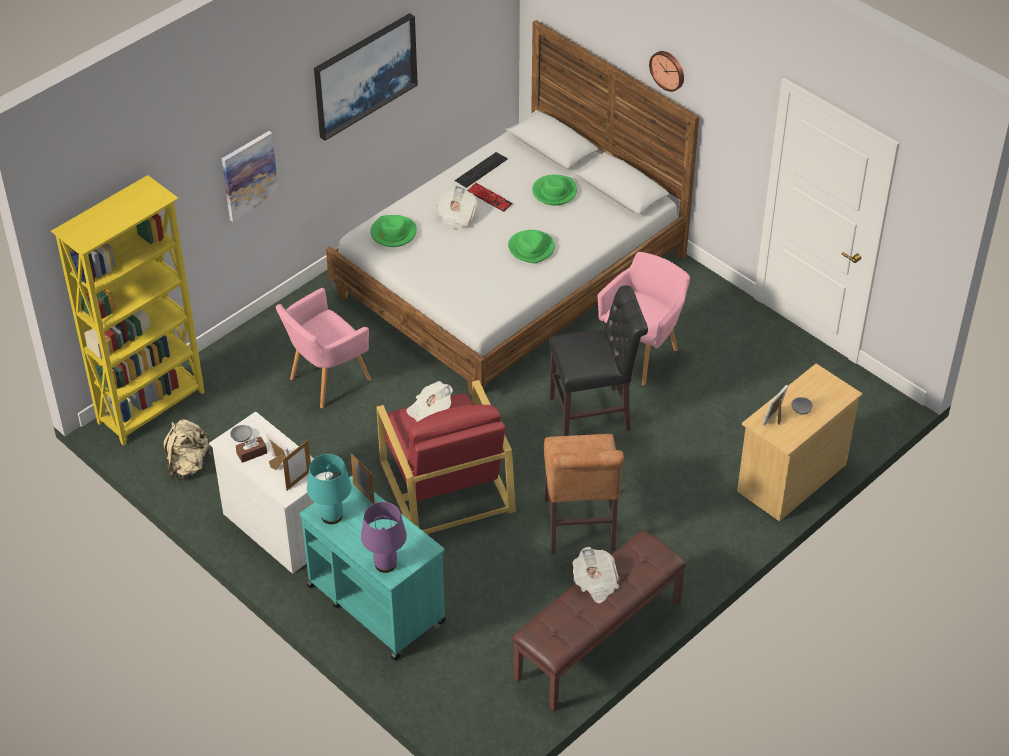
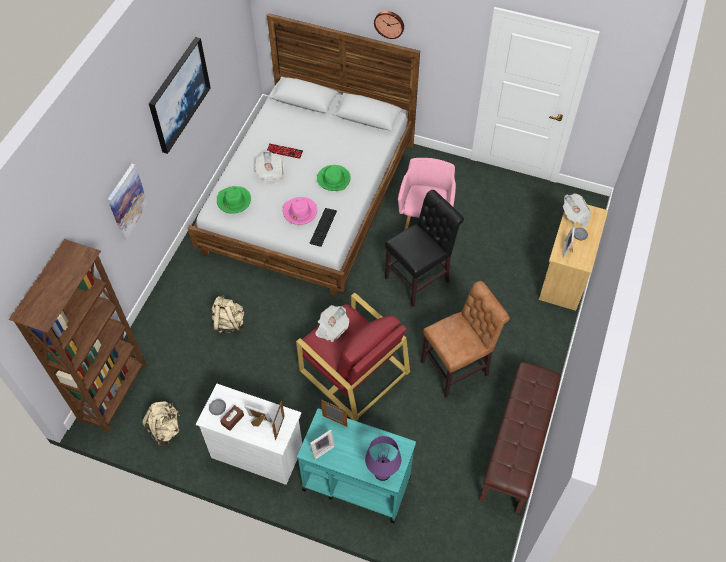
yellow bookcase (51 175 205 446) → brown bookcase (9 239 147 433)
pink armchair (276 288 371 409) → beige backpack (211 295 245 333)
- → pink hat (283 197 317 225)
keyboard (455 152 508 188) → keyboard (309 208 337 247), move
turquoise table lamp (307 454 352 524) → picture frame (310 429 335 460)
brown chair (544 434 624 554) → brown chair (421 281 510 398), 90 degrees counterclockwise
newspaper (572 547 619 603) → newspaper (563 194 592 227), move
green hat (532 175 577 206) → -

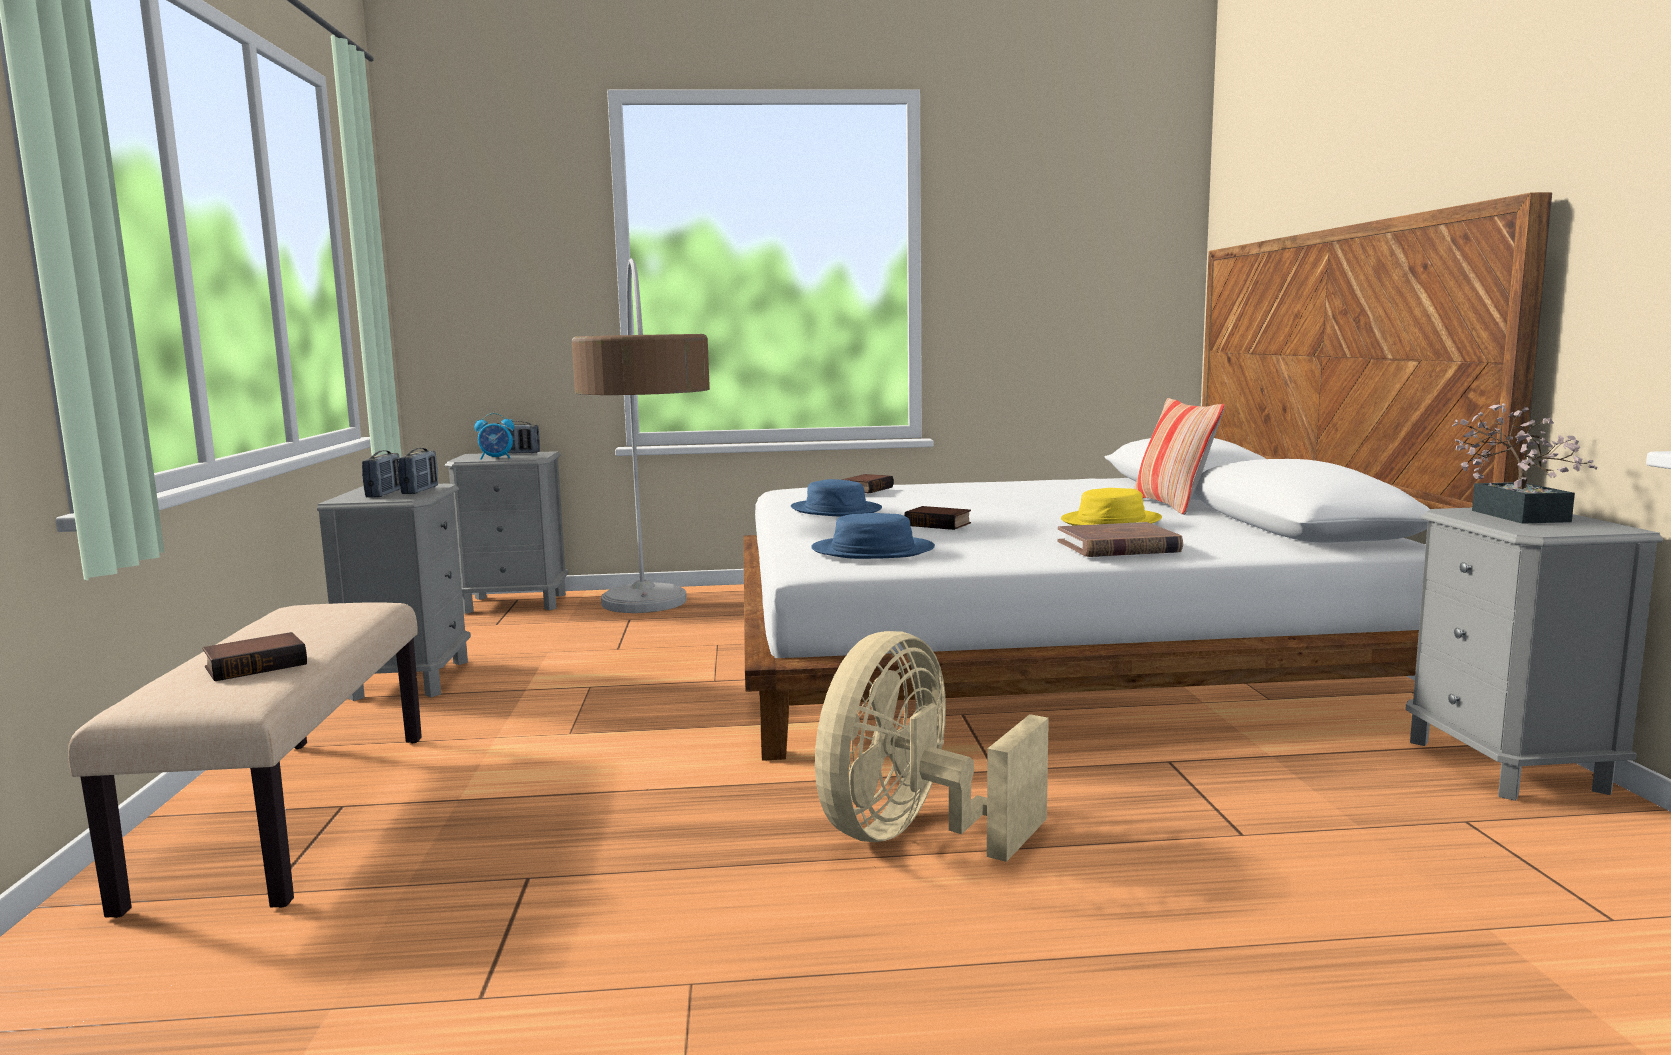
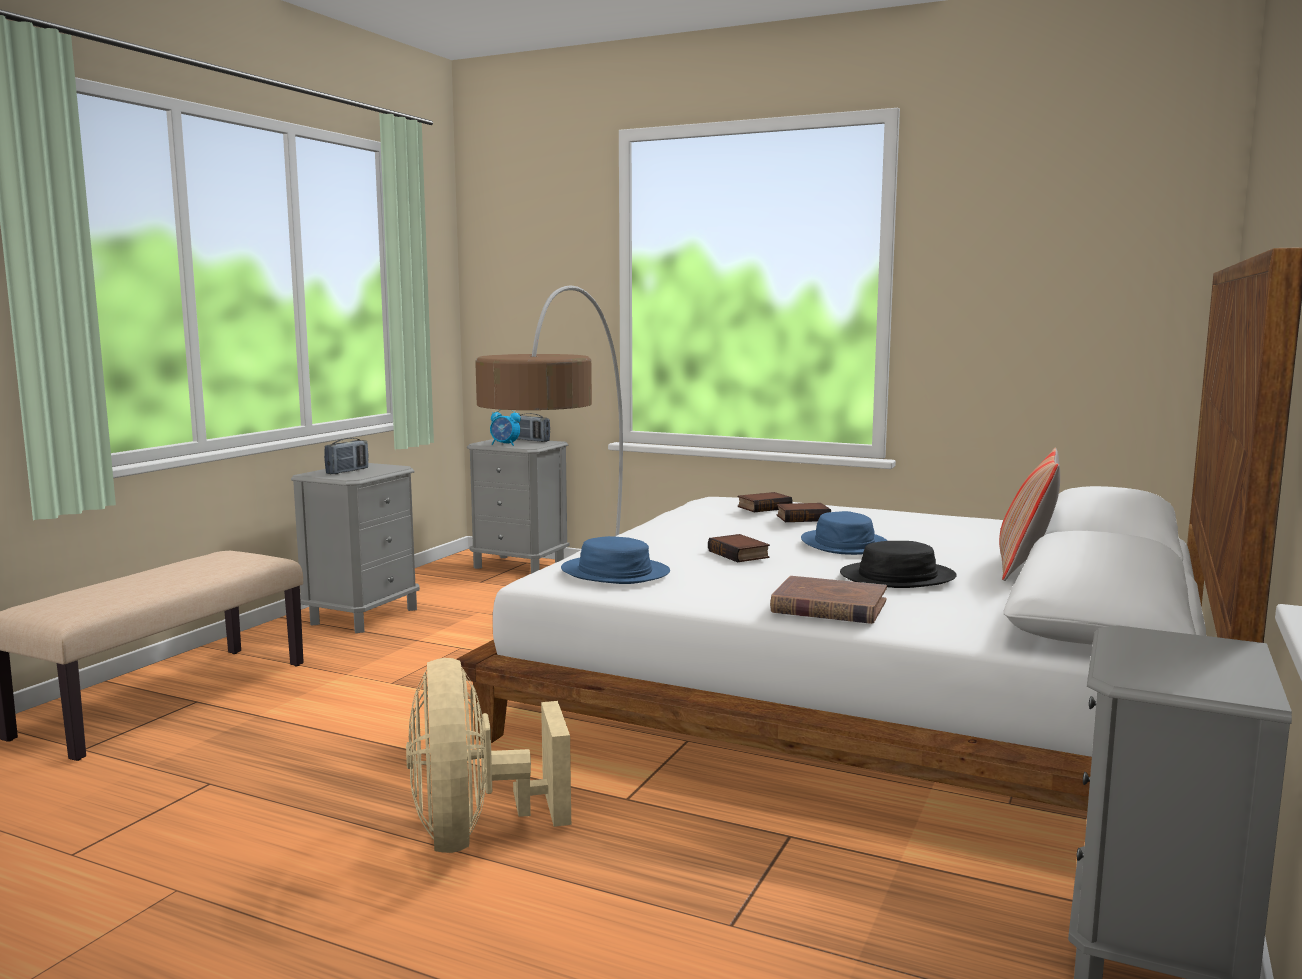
beige fan (815 631 1049 862) → beige fan (406 658 571 853), 75 degrees counterclockwise
book (202 632 307 681) → book (776 503 831 522), move
blue hat (791 479 882 516) → blue hat (801 511 888 555), move
yellow hat (1061 488 1162 526) → black hat (840 541 957 588)
radio (398 448 438 494) → -
potted plant (1451 403 1597 524) → -

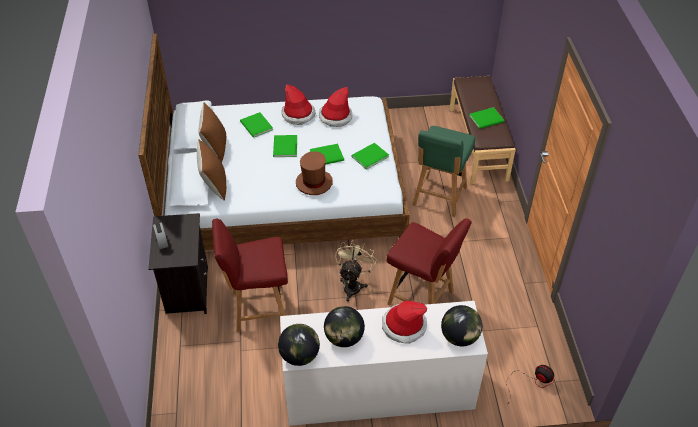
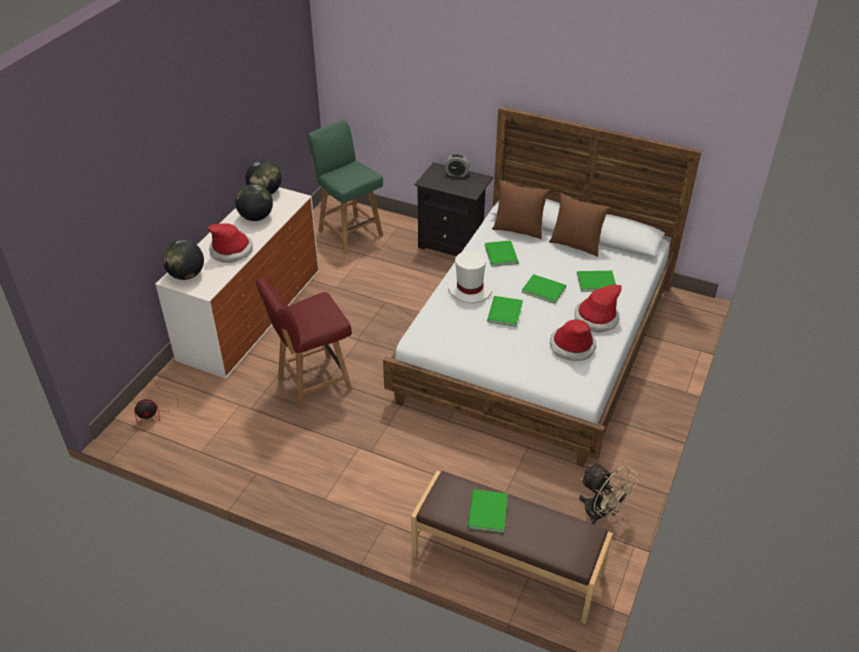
green chair (412 126 475 217) → green chair (307 120 383 254), move
brown hat (296 151 333 195) → white hat (448 251 492 304)
green book (351 143 389 170) → green book (485 240 518 266), move
beige fan (335 240 377 302) → beige fan (579 464 639 525), move
red chair (212 219 288 332) → -

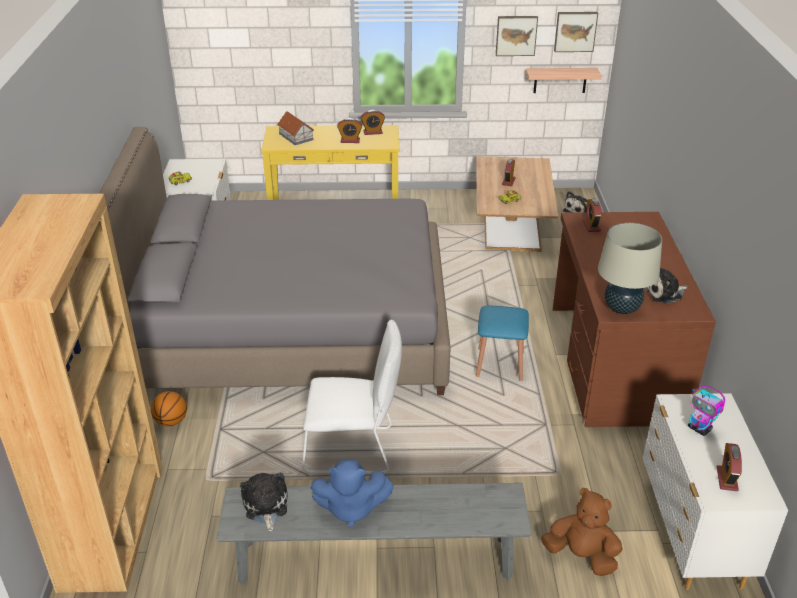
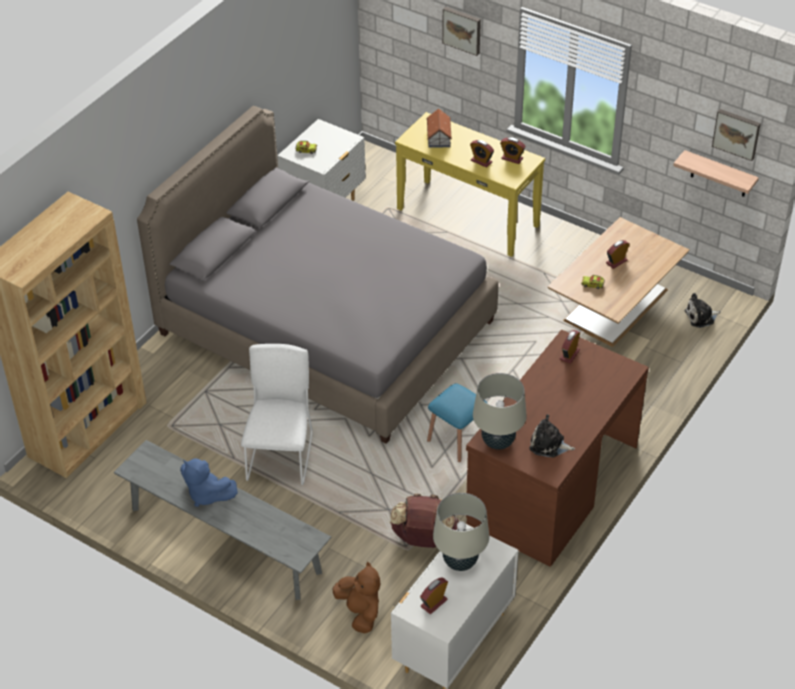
white chair (302 320 402 474) → white chair (241 344 313 485), 120 degrees counterclockwise
- → brown backpack (390 493 459 548)
toy robot (688 386 725 436) → beige table lamp (433 493 489 571)
picture (496 16 538 56) → picture (442 7 481 56), move
basketball (151 391 187 427) → -
plush toy (240 473 288 532) → -

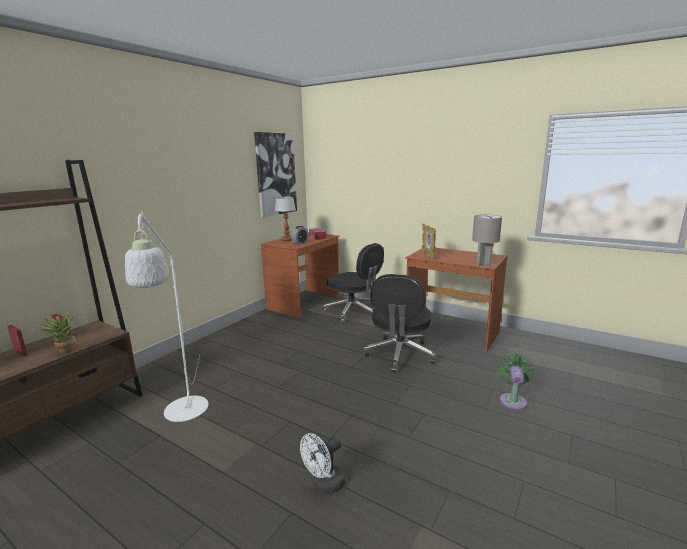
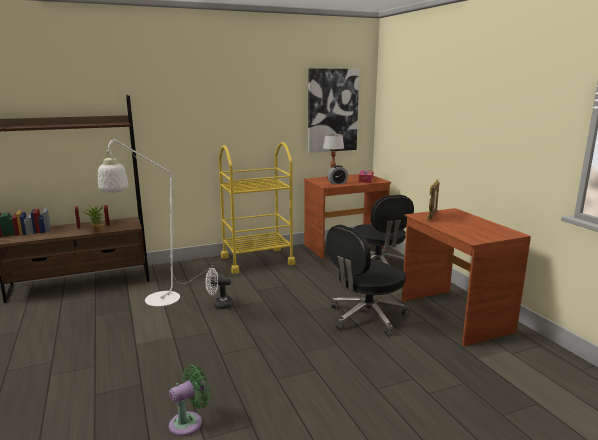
green fan (497 354 534 410) → green fan (169 365 210 436), move
white fan (300 433 345 494) → white fan (205 268 234 309), move
- → yellow cart (219 142 295 274)
grey table lamp (472 215 502 266) → -

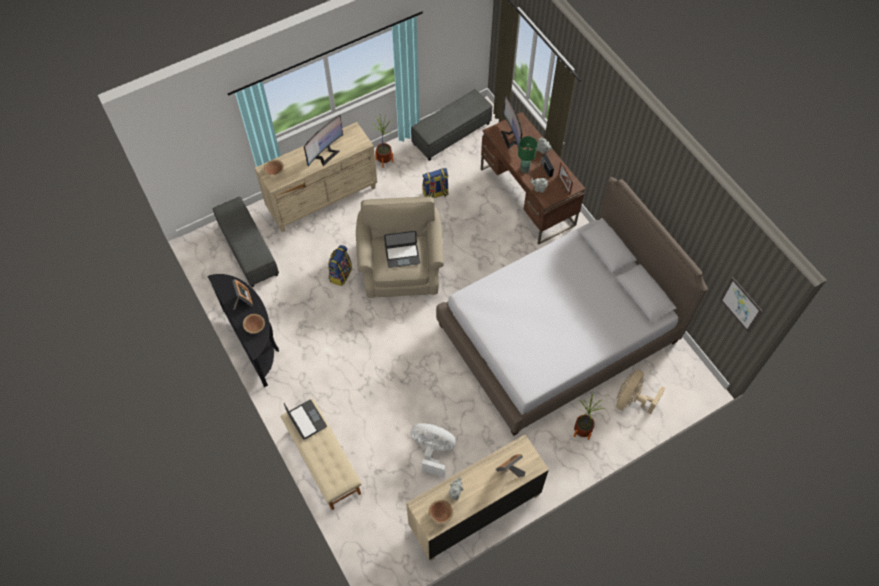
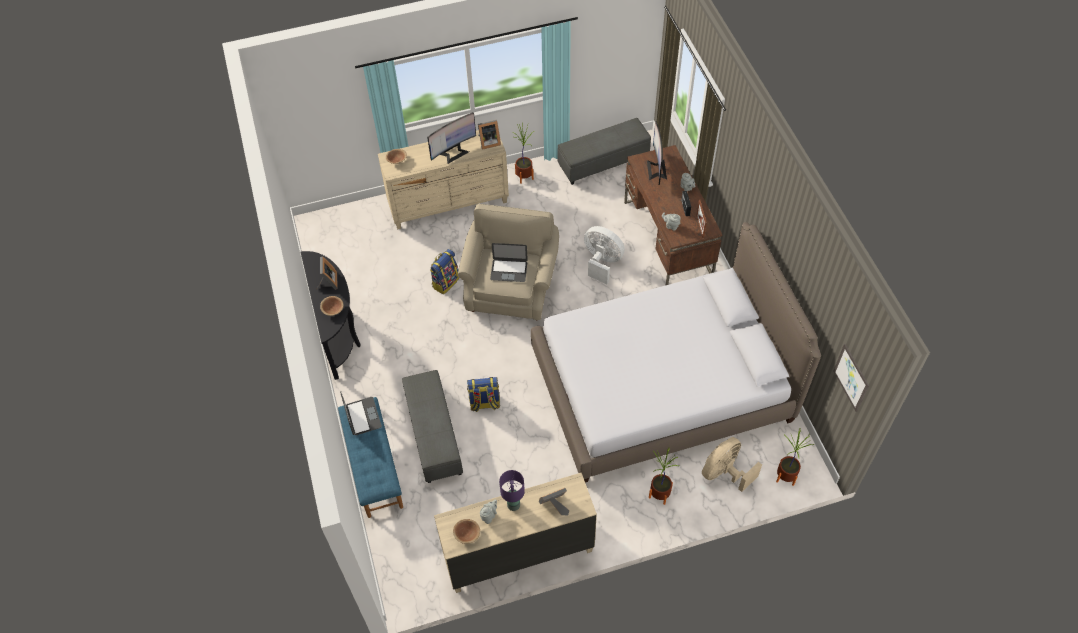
beige bench (281 399 362 510) → blue bench (338 397 403 518)
grey ottoman (213 197 279 287) → grey ottoman (402 370 463 483), move
backpack (422 168 449 198) → backpack (467 377 500 412), move
- → picture frame (478 120 501 150)
- → purple table lamp (499 470 525 511)
white fan (411 423 455 477) → white fan (584 226 625 284), move
- → potted plant (776 428 814 486)
green table lamp (518 136 537 173) → -

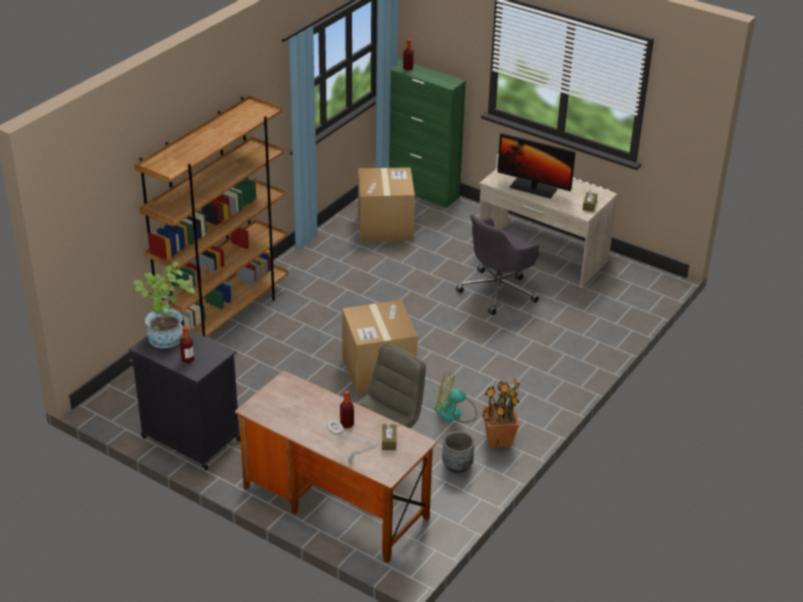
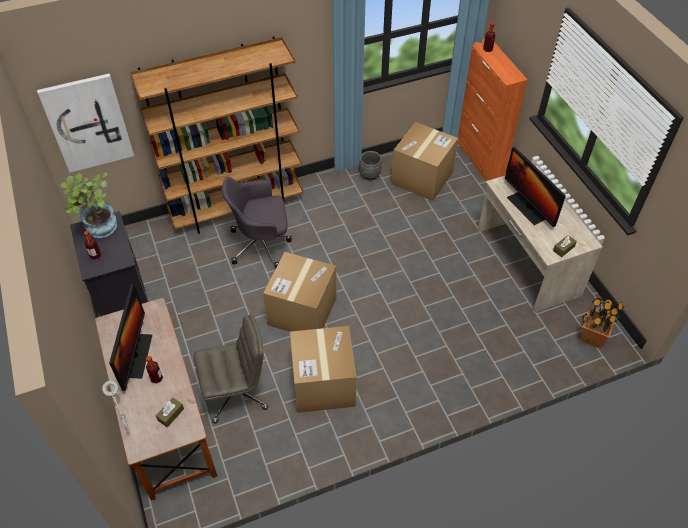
- → picture (37 74 134 173)
- → monitor (109 284 152 391)
grey office chair (456 215 539 315) → grey office chair (222 177 292 269), move
fan (434 371 477 423) → cardboard box (290 326 356 413)
grey planter (442 431 475 473) → grey planter (359 151 382 180), move
green cabinet (389 59 466 208) → orange cabinet (458 38 528 181)
potted plant (482 378 520 448) → potted plant (581 297 625 348), move

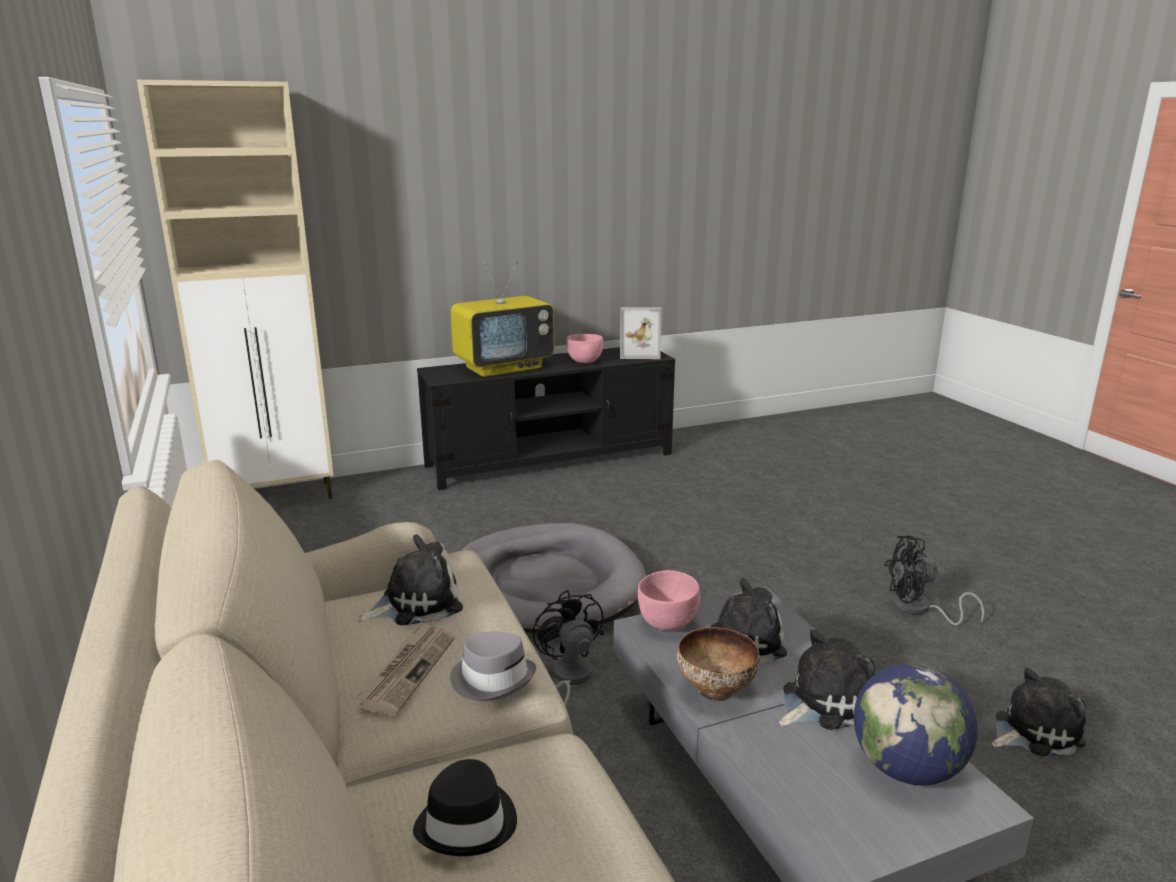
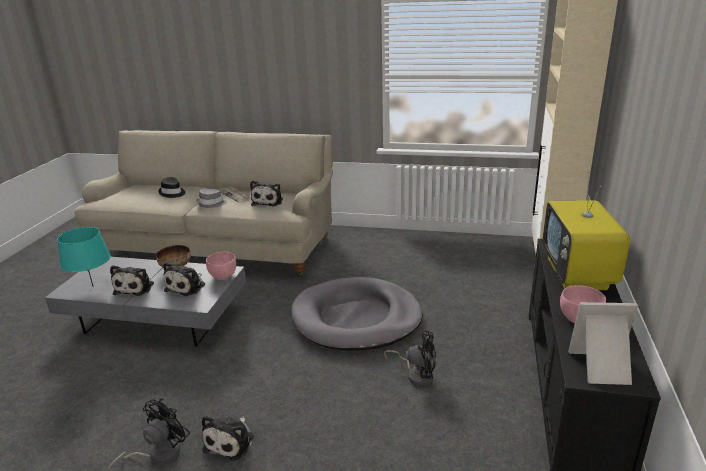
globe (854 663 978 785) → turquoise table lamp (57 227 111 287)
plush toy (992 668 1086 756) → plush toy (202 415 254 461), move
black fan (533 590 604 707) → black fan (384 331 436 386), move
picture frame (620 307 661 359) → picture frame (568 302 638 385), 60 degrees clockwise

